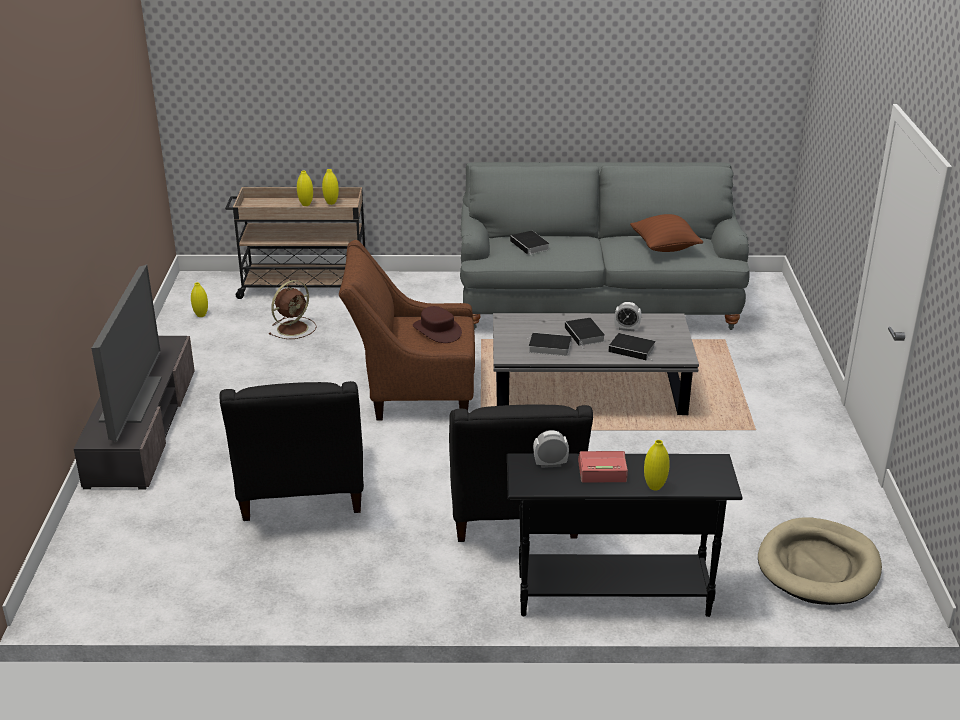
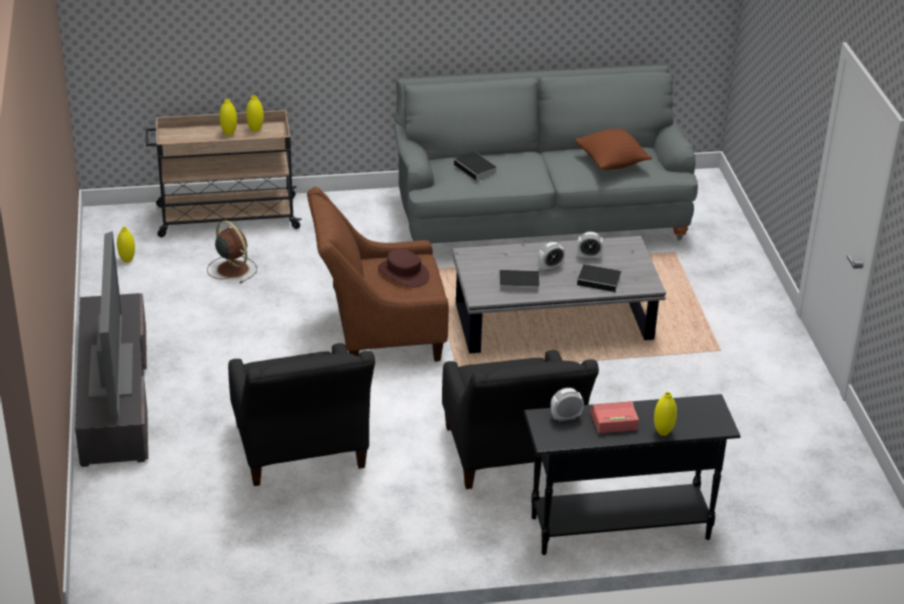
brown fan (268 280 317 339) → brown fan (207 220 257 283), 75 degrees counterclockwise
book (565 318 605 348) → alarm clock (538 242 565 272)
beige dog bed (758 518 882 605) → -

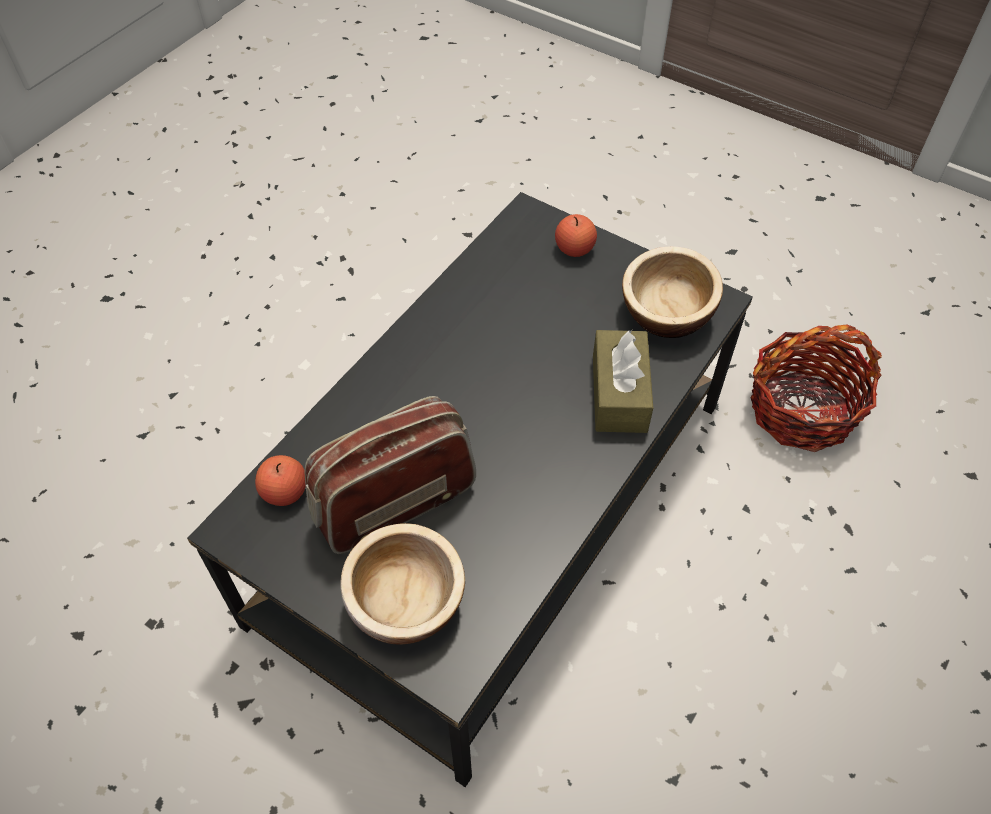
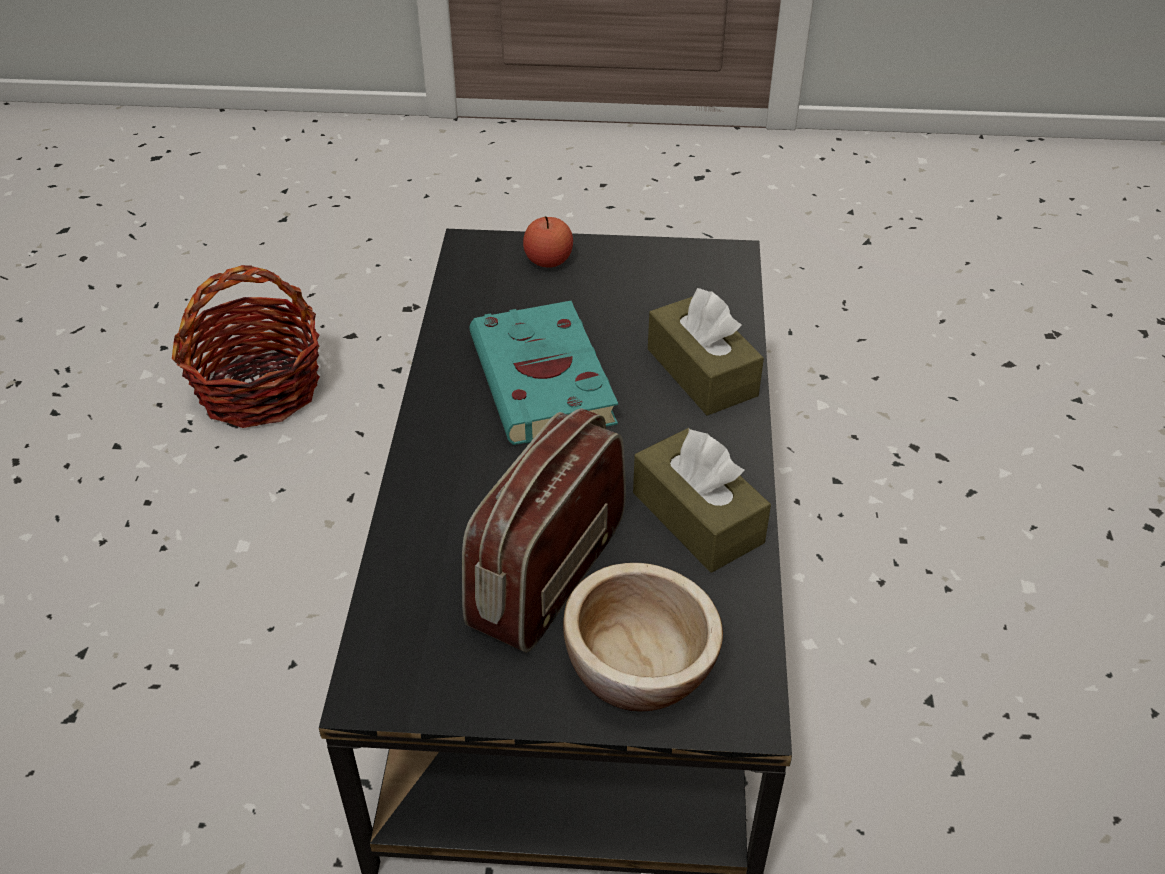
basket (750 325 882 452) → basket (172 265 320 428), move
- → turquoise book (470 301 618 445)
- → brown tissue box (633 427 771 572)
apple (255 455 306 506) → -
bowl (622 246 723 338) → -

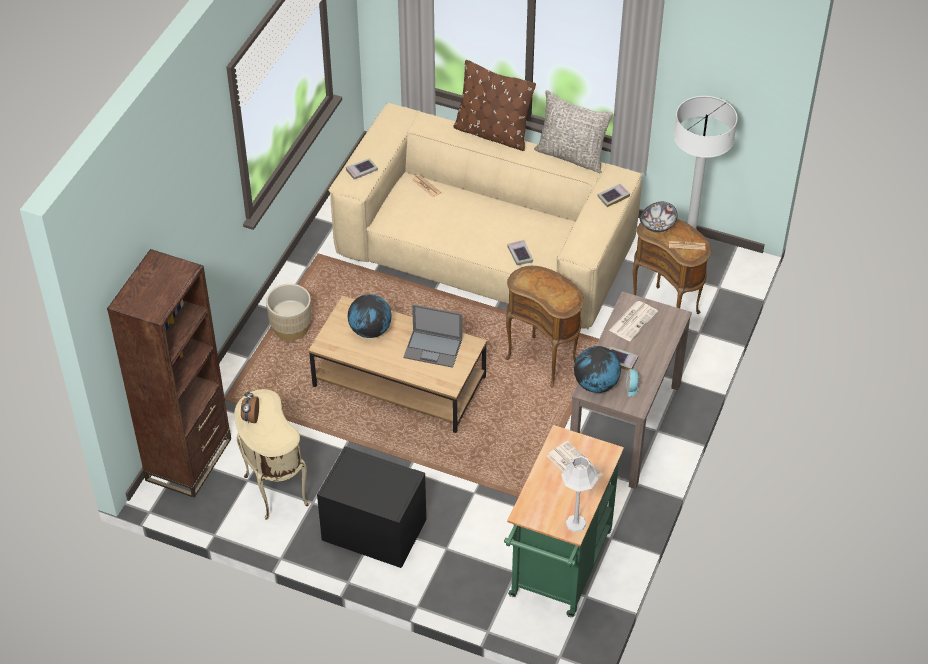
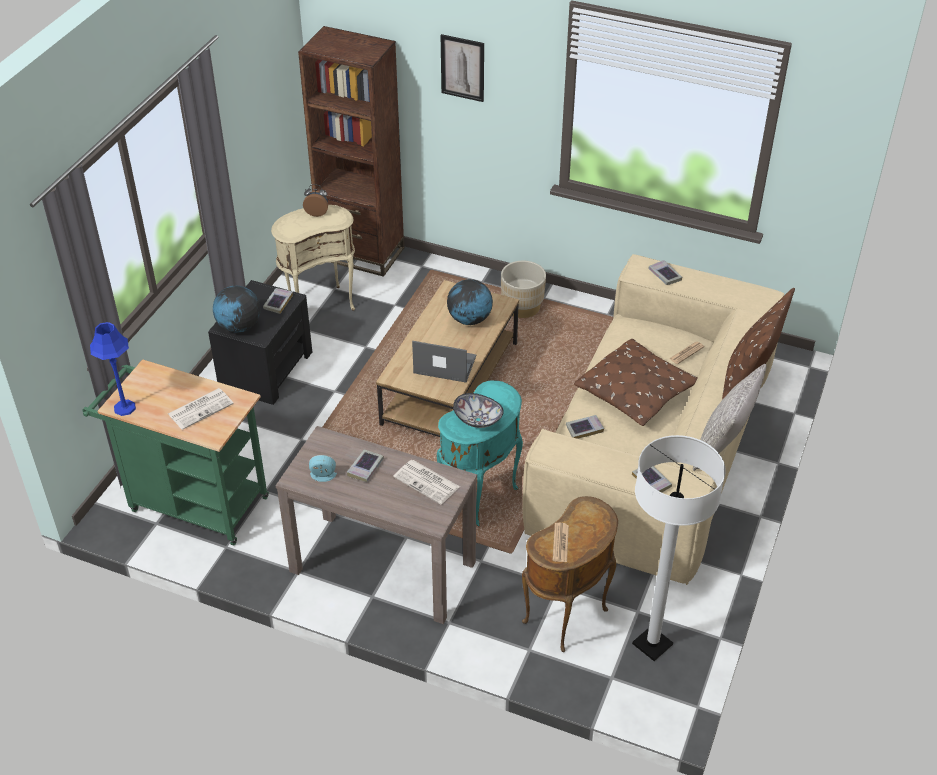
grey table lamp (561 456 598 532) → blue table lamp (90 322 136 416)
globe (574 346 621 393) → globe (213 286 260 333), move
- → book (263 288 293 314)
laptop (403 304 462 368) → laptop (412 341 476 382), 90 degrees clockwise
brown side table (506 266 584 387) → turquoise side table (437 380 523 526)
- → picture (441 34 484 102)
bowl (640 202 678 232) → bowl (453 393 504 428), move
- → brown pillow (574 339 697 426)

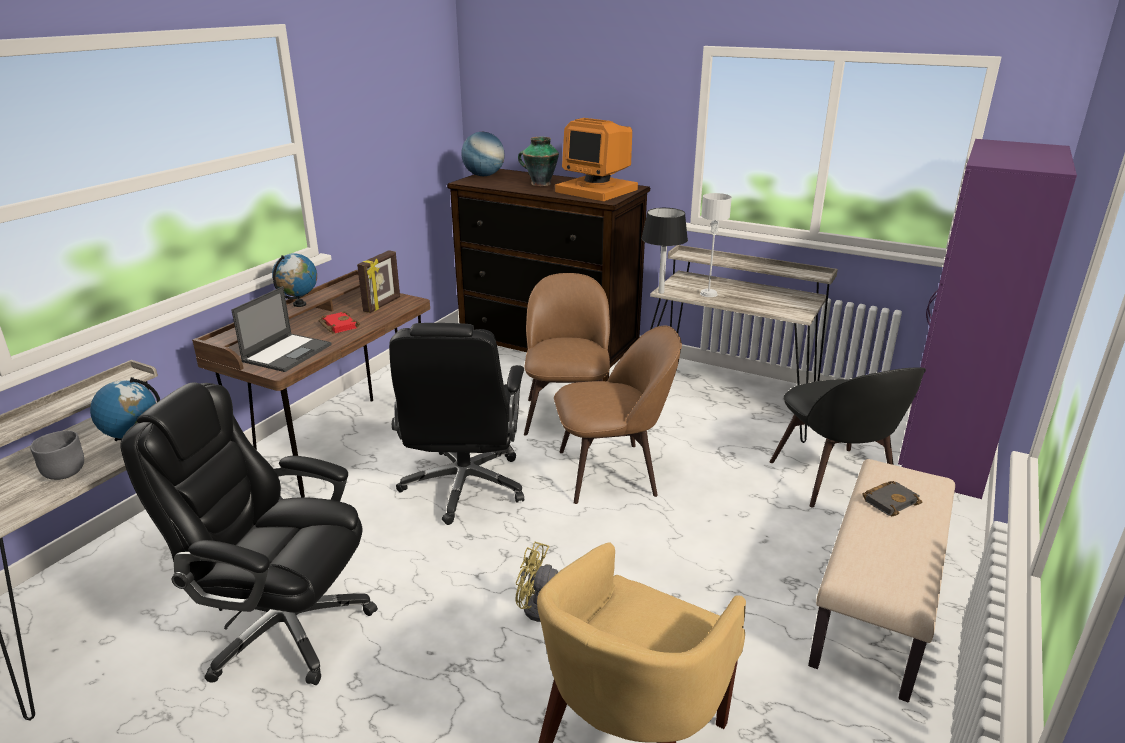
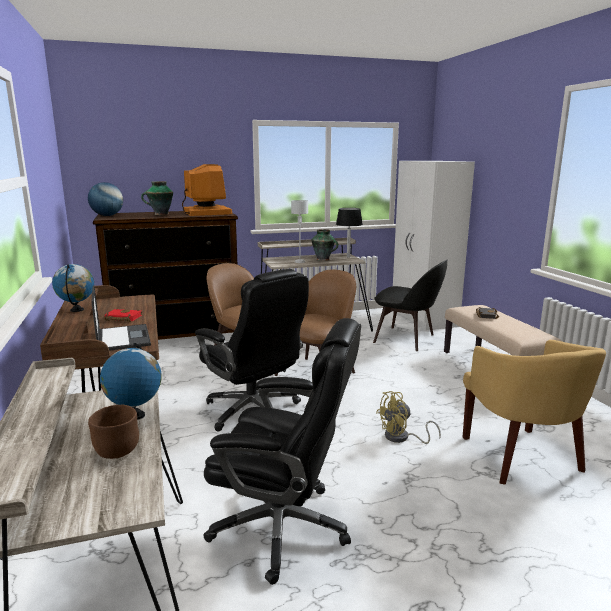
grey bowl (30 430 84 480) → brown bowl (88 404 139 459)
monitor (555 118 638 201) → monitor (182 164 232 216), 105 degrees counterclockwise
black office chair (120 382 378 685) → black office chair (203 318 361 585), 135 degrees counterclockwise
- → vase (311 229 338 261)
black table lamp (641 208 688 294) → black table lamp (336 208 363 258), move
purple wardrobe (898 139 1077 499) → white wardrobe (393 161 475 330)
picture frame (357 250 400 313) → -

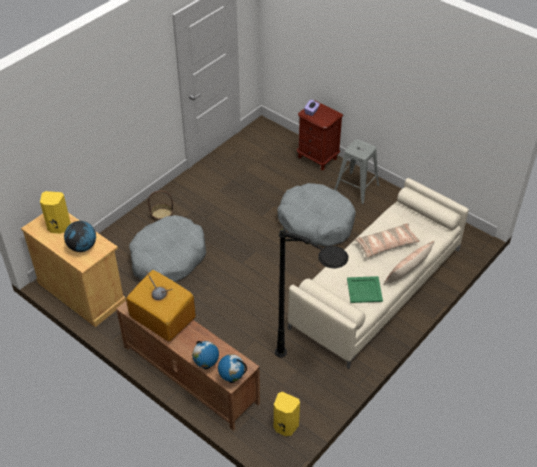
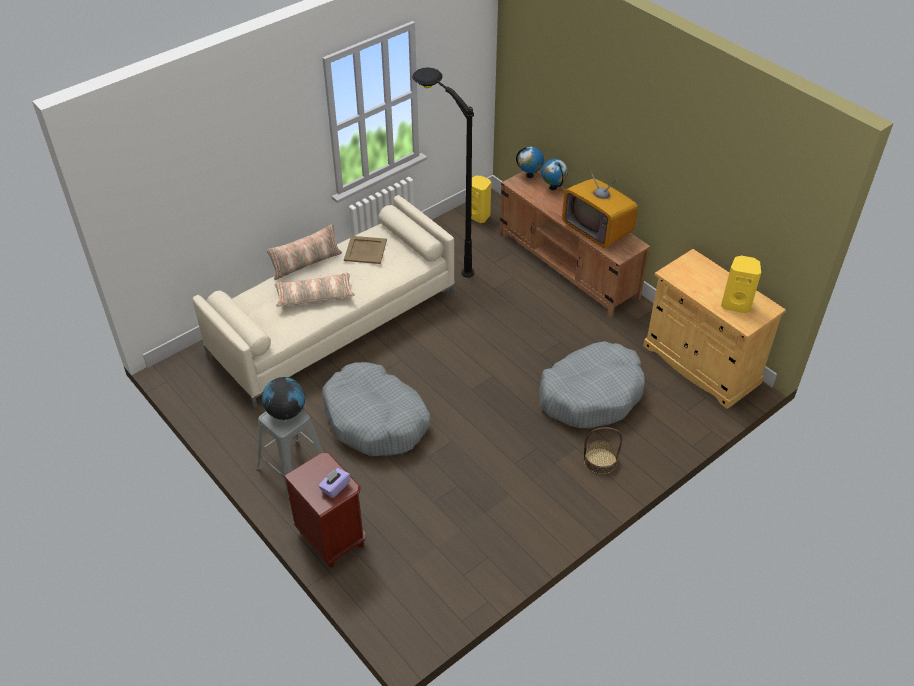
globe (64 221 96 252) → globe (262 377 305 420), move
green tray (347 276 383 303) → beige tray (344 236 387 264)

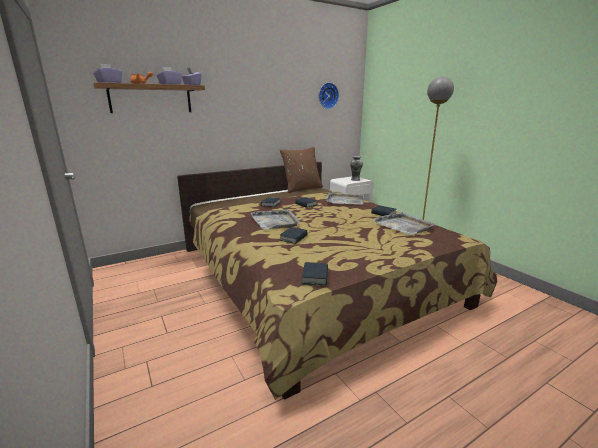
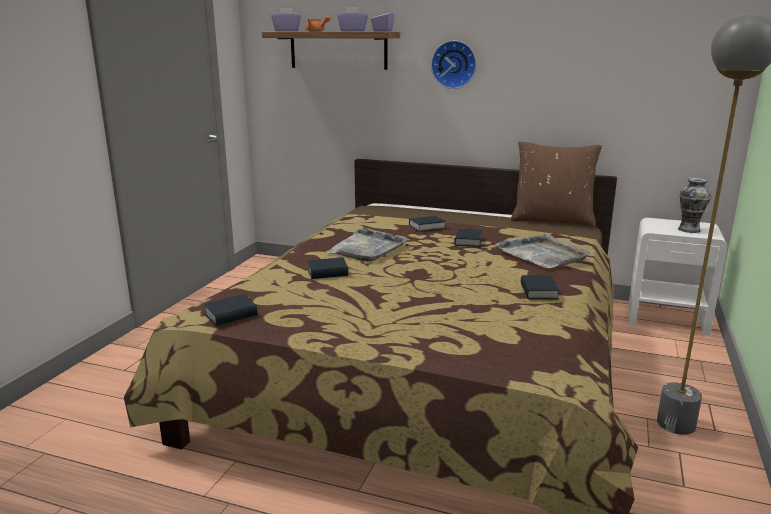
wall clock (319 82 339 109) → wall clock (431 40 476 89), move
grey tray (373 212 435 235) → -

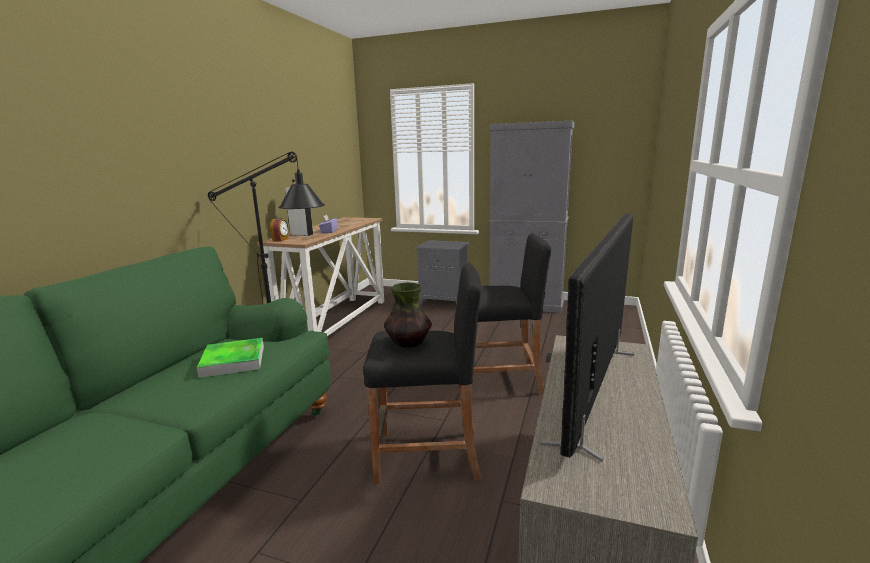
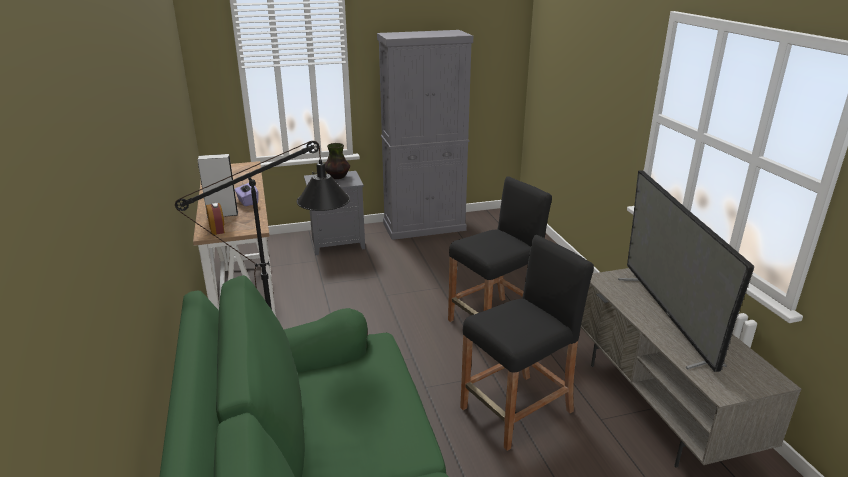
vase (384 282 432 348) → vase (325 143 350 179), move
tray (197 338 264 378) → -

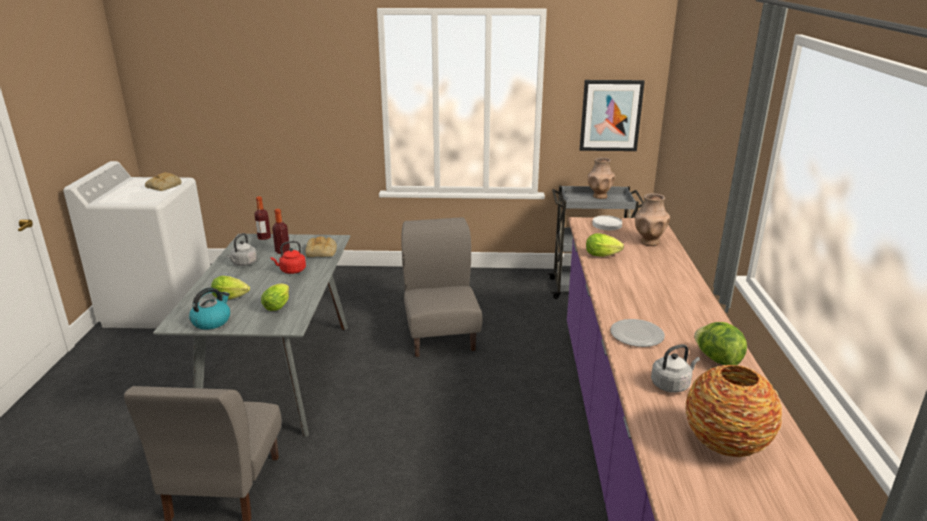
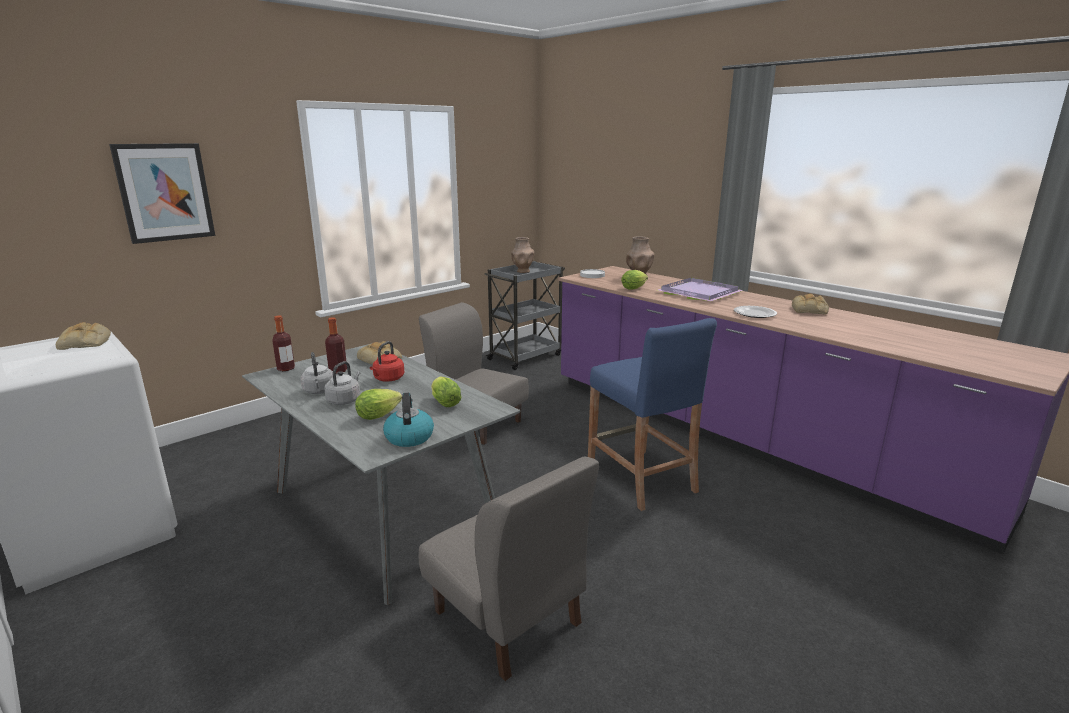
picture (580 80 645 151) → picture (109 143 215 244), move
grey kettle (651 344 700 393) → grey kettle (324 361 360 405), move
- → blue stool (588 318 717 511)
- → purple tray (658 278 744 302)
lettuce (694 322 747 365) → bread (792 294 829 314)
vase (685 365 782 457) → -

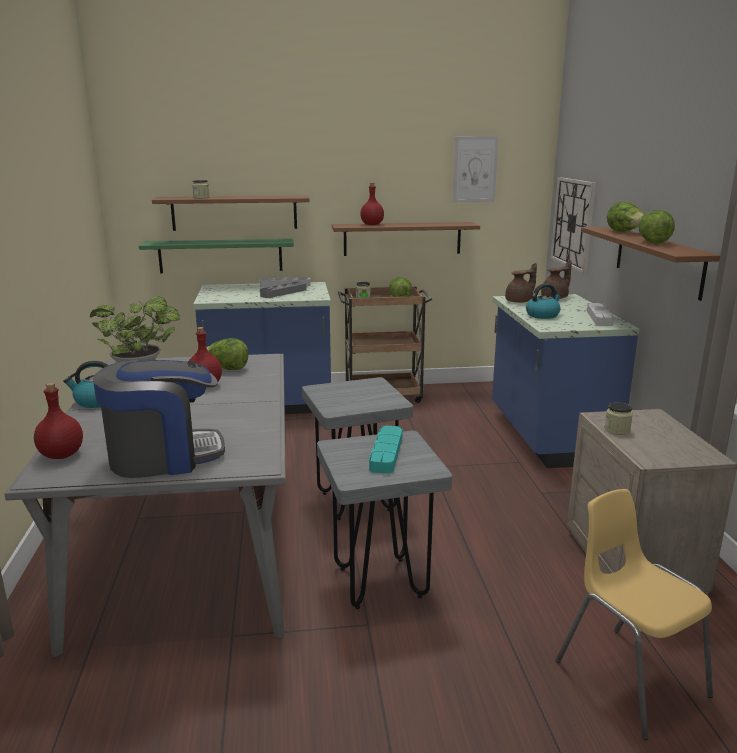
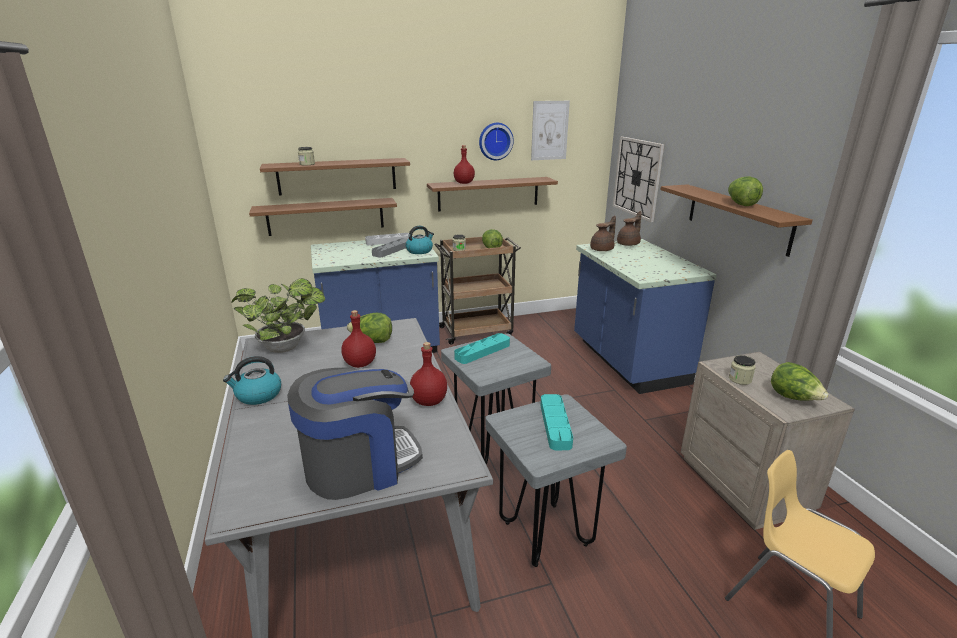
green shelf (139 238 294 273) → brown shelf (249 198 397 236)
kettle (526 284 562 319) → kettle (406 226 434 254), move
red bottle (34 383 83 459) → red bottle (410 342 447 406), move
- → turquoise tray (454 333 510 364)
- → wall clock (479 123 514 160)
lettuce (607 202 644 232) → lettuce (771 362 829 400), move
grey tray (587 303 614 326) → -

